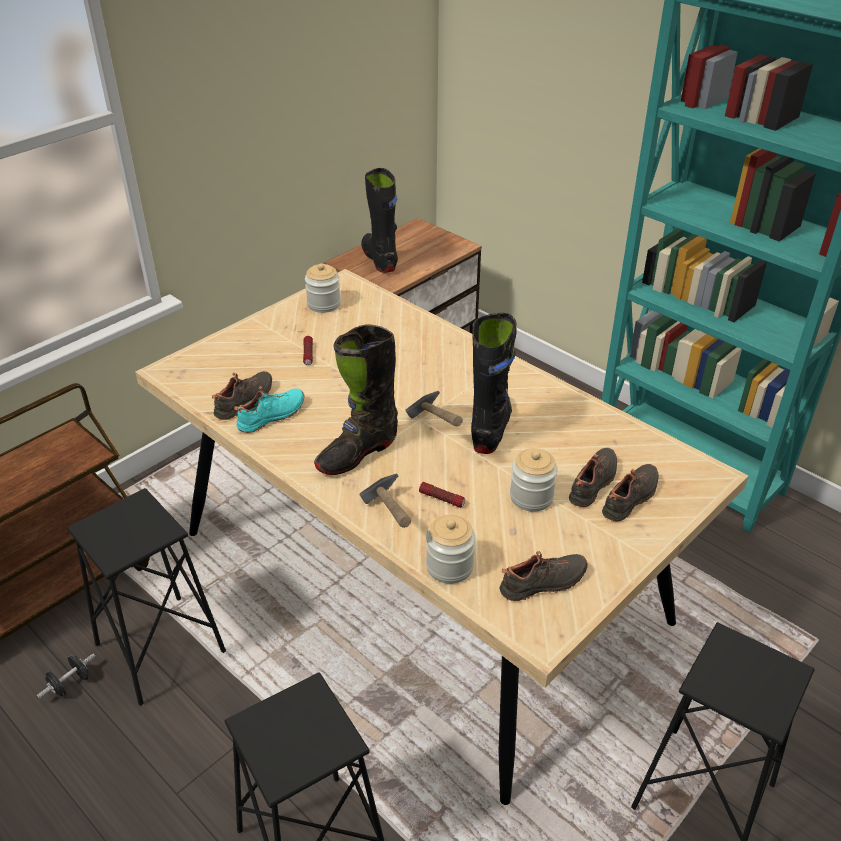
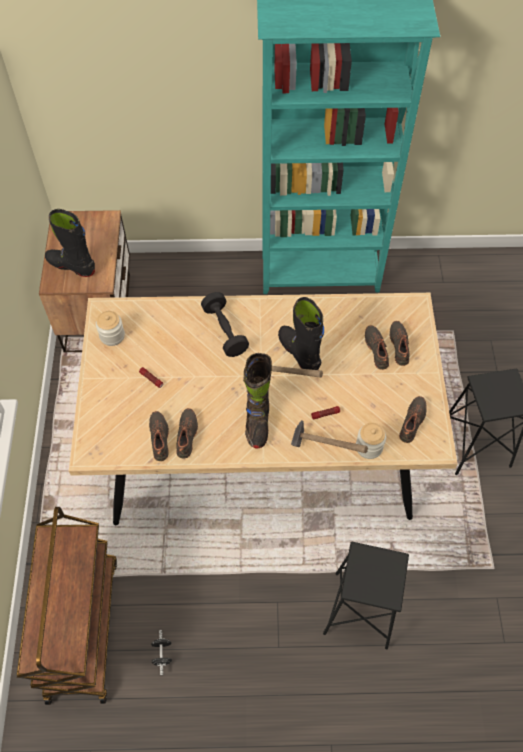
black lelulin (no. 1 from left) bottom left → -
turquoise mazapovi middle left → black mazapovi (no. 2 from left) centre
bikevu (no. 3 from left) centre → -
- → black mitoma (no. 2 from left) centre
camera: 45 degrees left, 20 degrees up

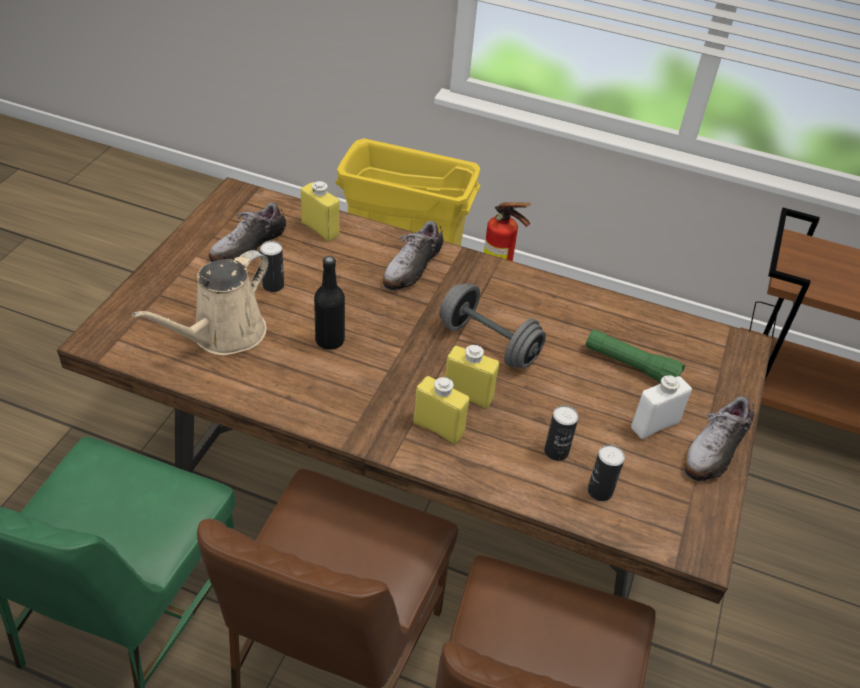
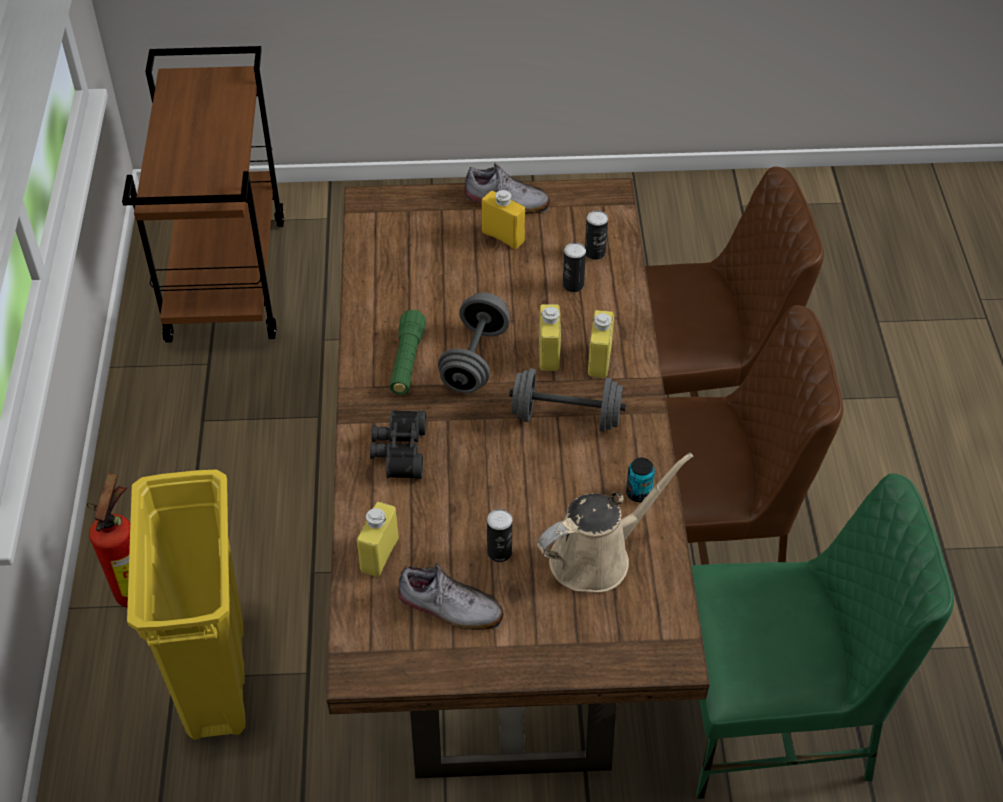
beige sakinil middle left → beige sakinil centre, 45 degrees counterclockwise
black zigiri centre → -
mazapovi (no. 2 from left) centre → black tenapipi centre
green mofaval middle right → green mofaval centre, relocated
white zigiri middle right → yellow zigiri (no. 2 from left) top centre
- → grey mitoma (no. 2 from left) centre
- → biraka (no. 4 from left) centre
camera: 110 degrees left, 5 degrees up

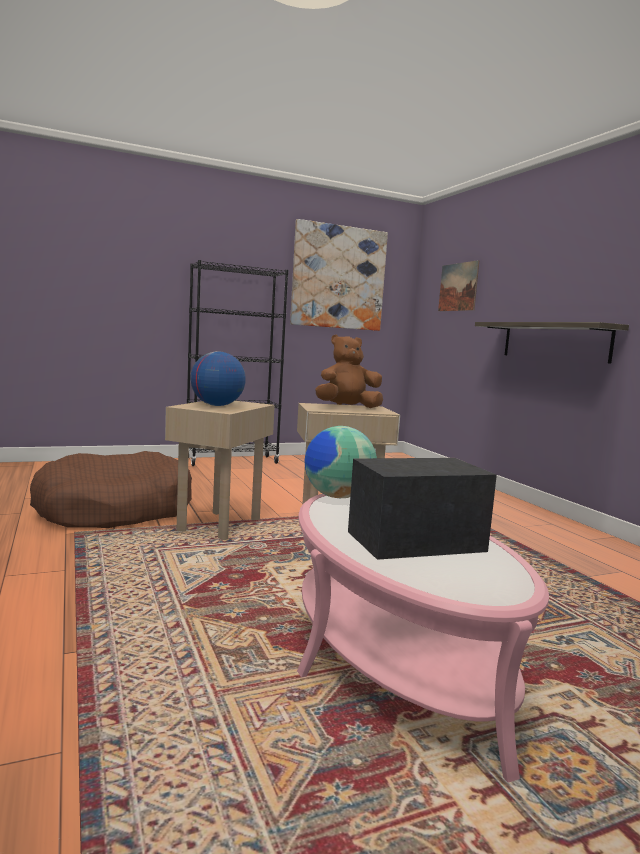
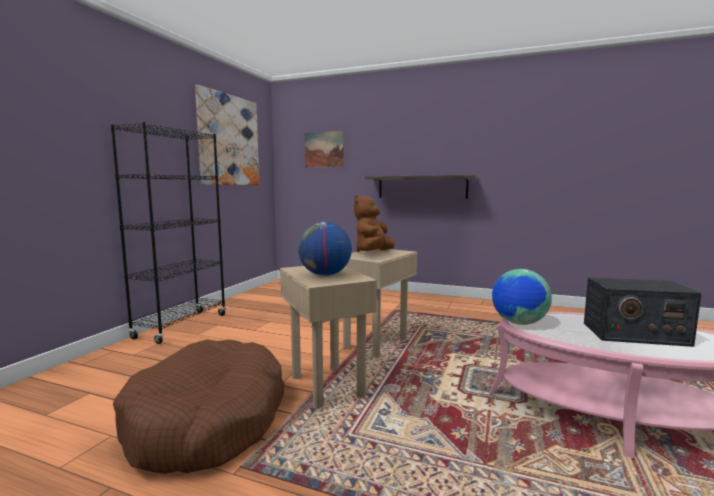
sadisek centre → sadisek middle right, 105 degrees counterclockwise
camera: 45 degrees left, 0 degrees up

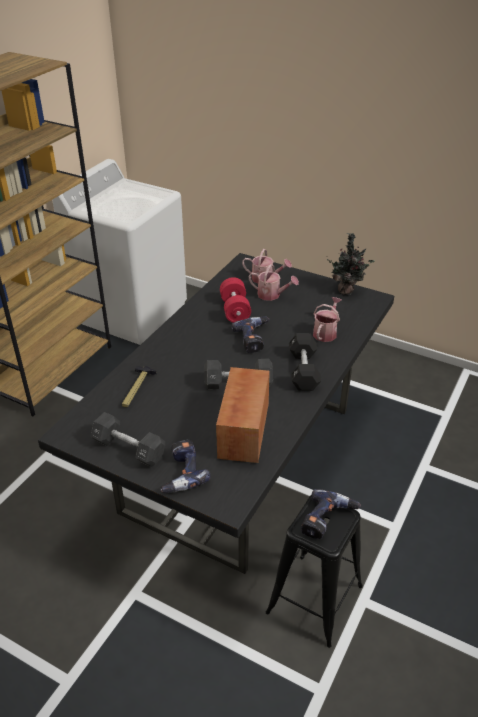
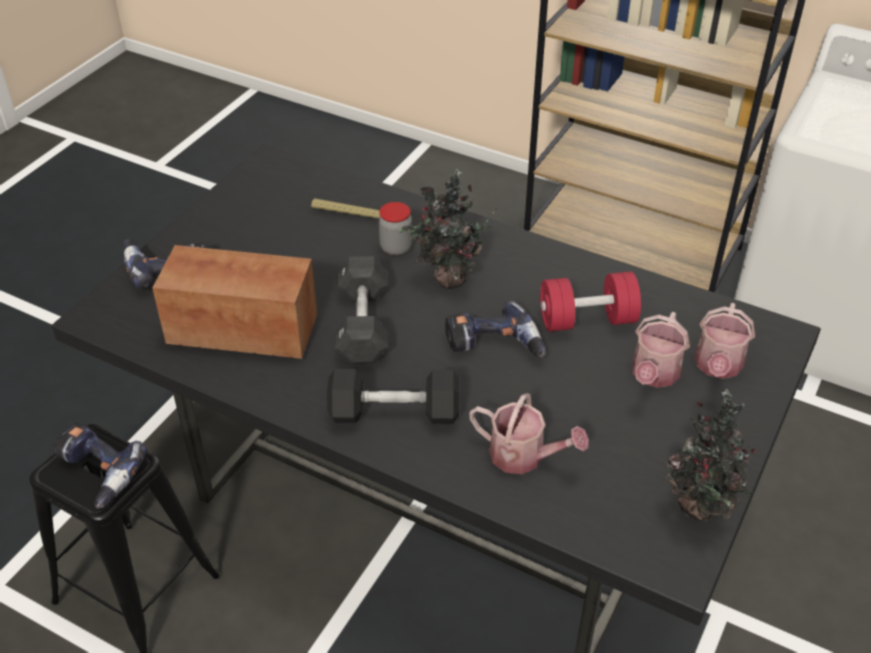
black mitoma (no. 1 from left) middle left → -
- → bikevu centre
- → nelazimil (no. 1 from left) centre
camera: 90 degrees right, 5 degrees up

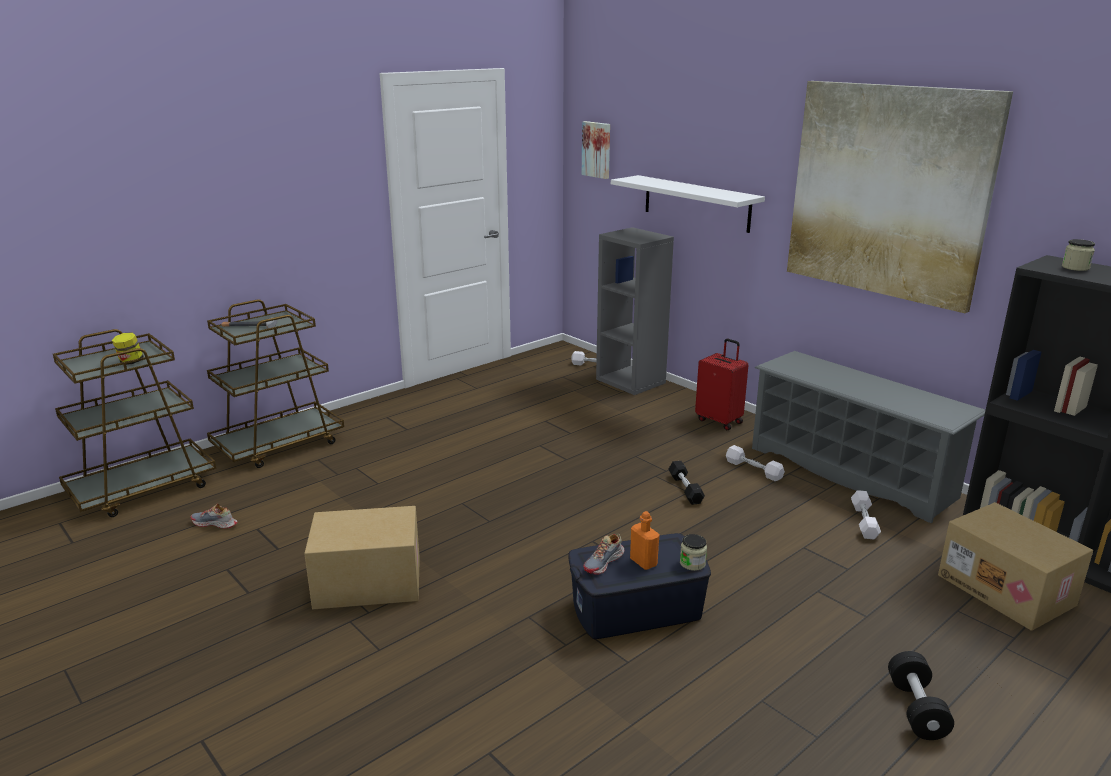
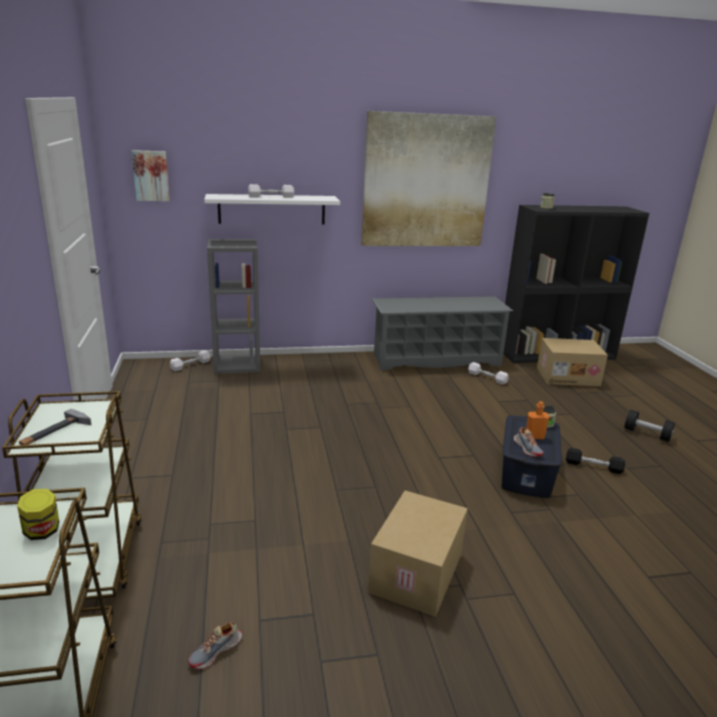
black mitoma (no. 1 from left) centre → black mitoma (no. 1 from left) middle right, relocated
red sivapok centre → -
white mitoma (no. 2 from left) middle right → white mitoma (no. 2 from left) top centre, relocated
camera: 60 degrees left, 0 degrees up

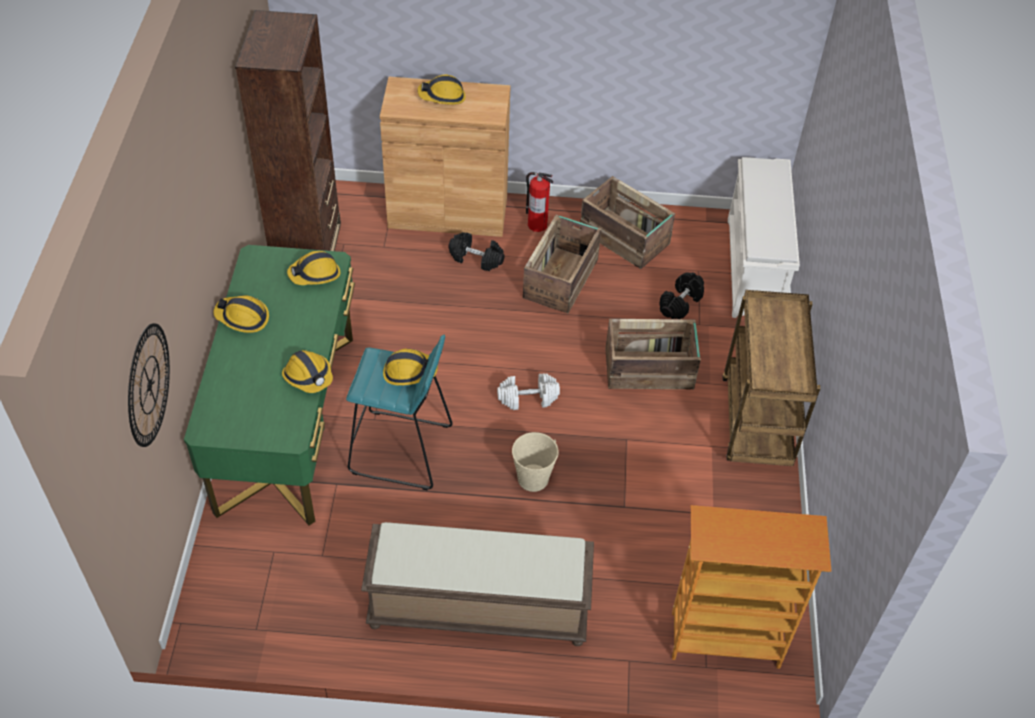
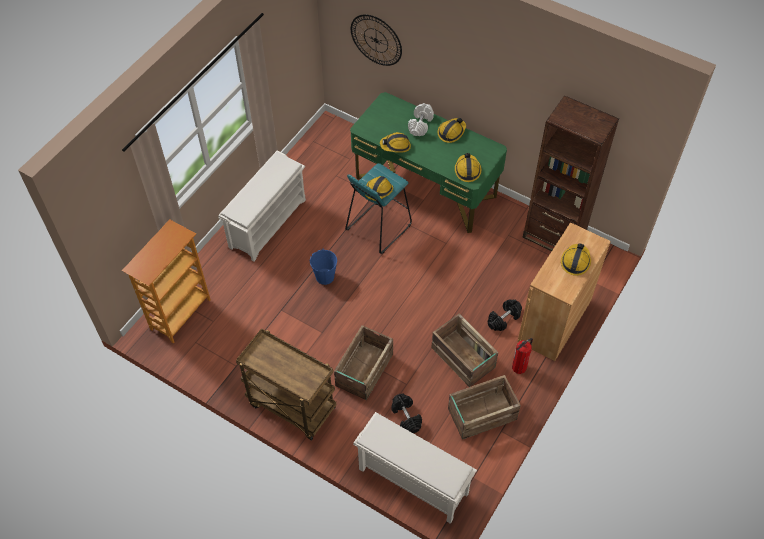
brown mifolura bottom centre → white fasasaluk (no. 1 from left) centre
white mitoma centre → white mitoma top centre, relocated
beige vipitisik centre → blue vipitisik centre
camera: 120 degrees right, 5 degrees up

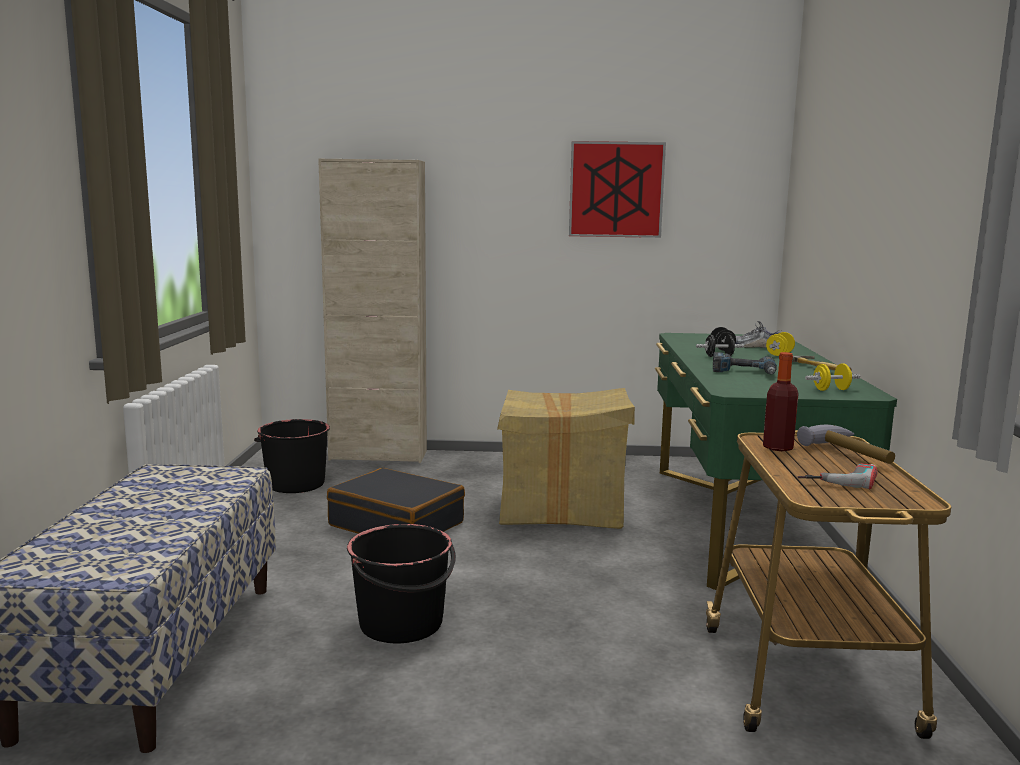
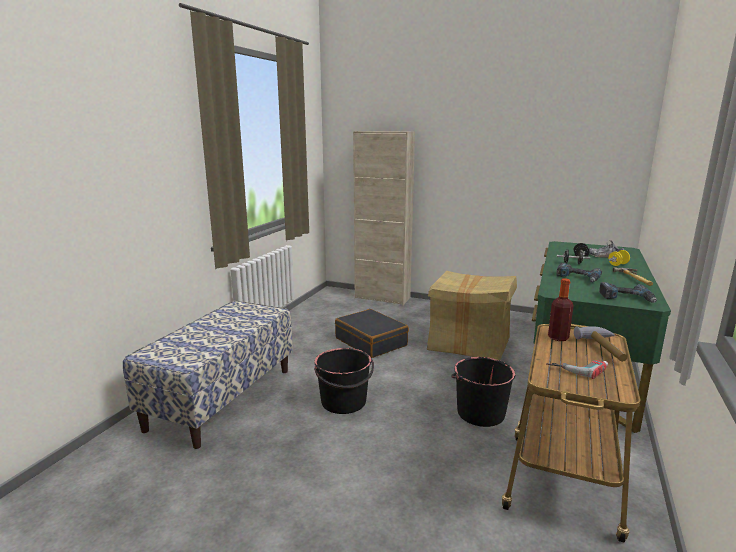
black vipitisik (no. 1 from left in the first image) middle left → black vipitisik (no. 2 from left) bottom centre, relocated
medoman top centre → -
yellow mitoma (no. 2 from left) middle right → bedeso (no. 3 from left) middle right
camera: 20 degrees right, 5 degrees up

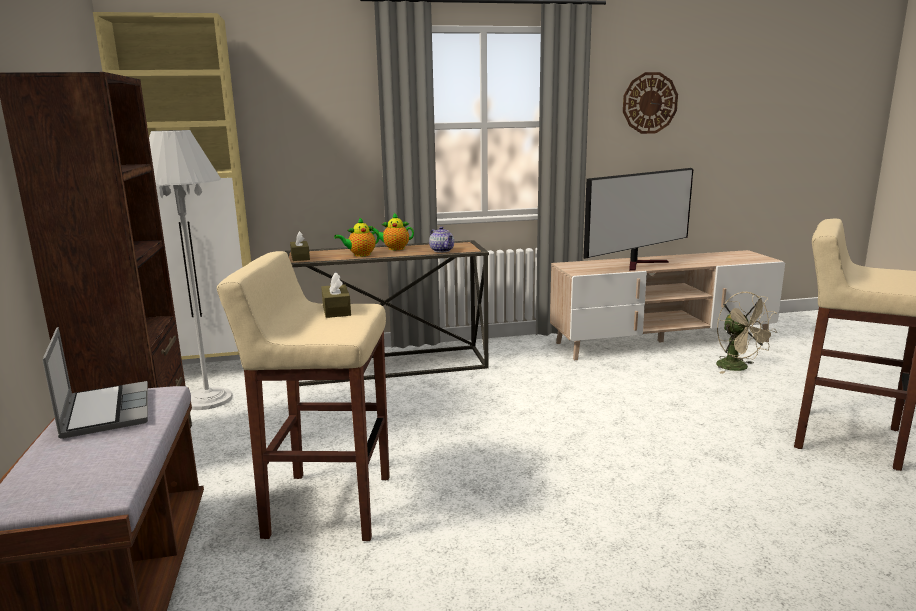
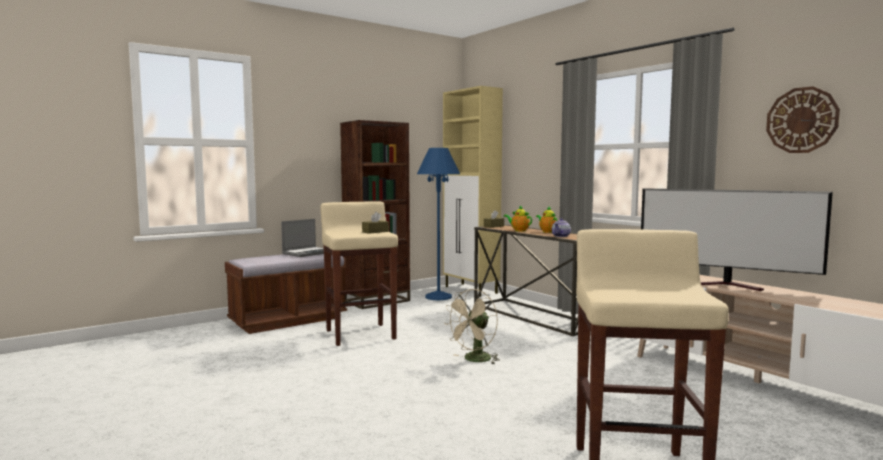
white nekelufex middle left → blue nekelufex centre
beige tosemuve middle right → beige tosemuve bottom centre, relocated
camera: 65 degrees right, 10 degrees down

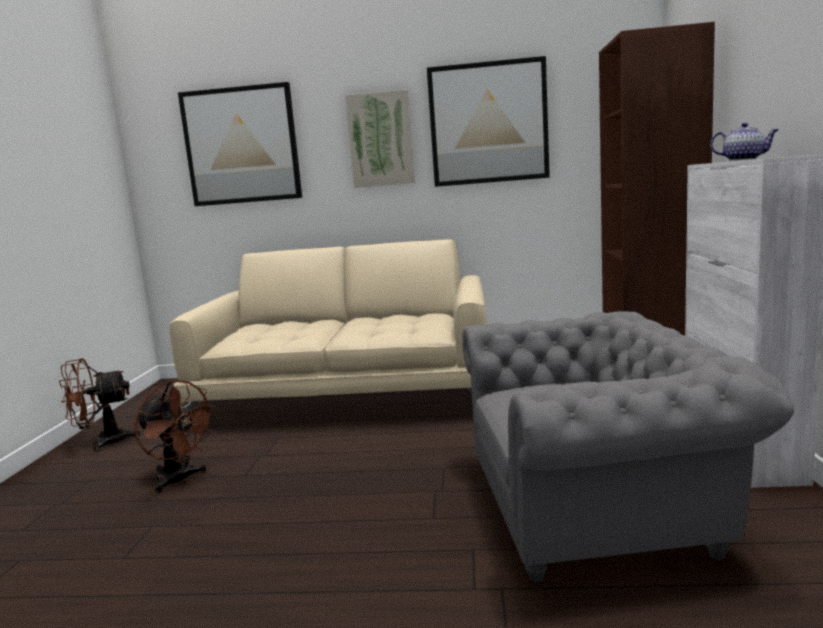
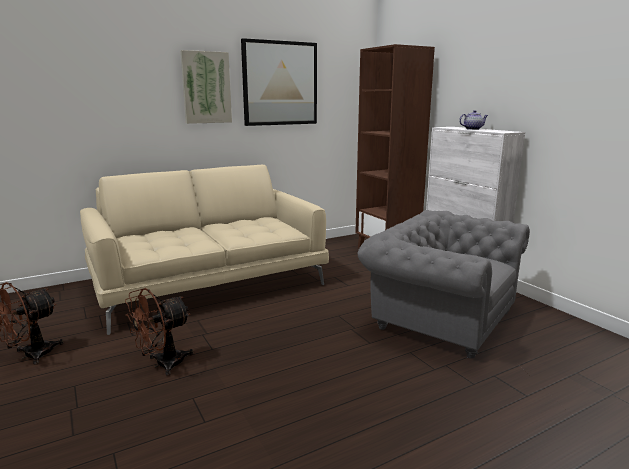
brown tosemuve (no. 2 from left) bottom left, 135 degrees clockwise
medoman (no. 1 from left) top left → -
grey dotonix bottom right → grey dotonix middle right, 105 degrees counterclockwise
camera: 35 degrees left, 5 degrees up

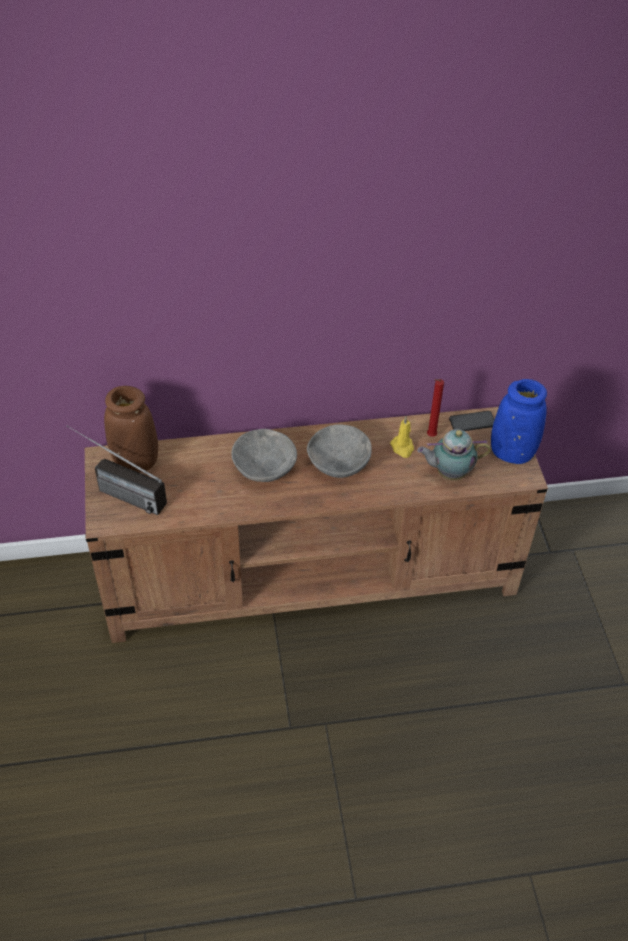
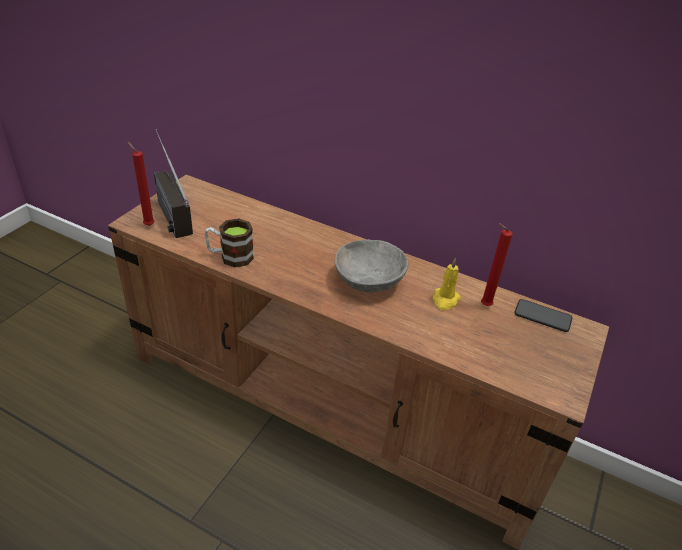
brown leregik middle left → -
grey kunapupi (no. 1 from left) centre → -
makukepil middle right → -
blue leregik middle right → -
- → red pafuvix (no. 1 from left) middle left
- → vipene centre
camera: 35 degrees right, 10 degrees down

